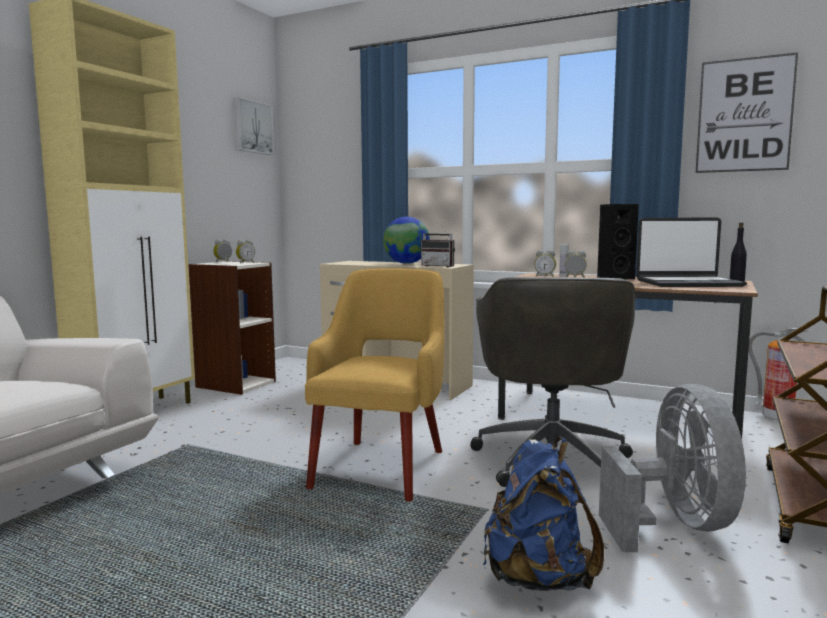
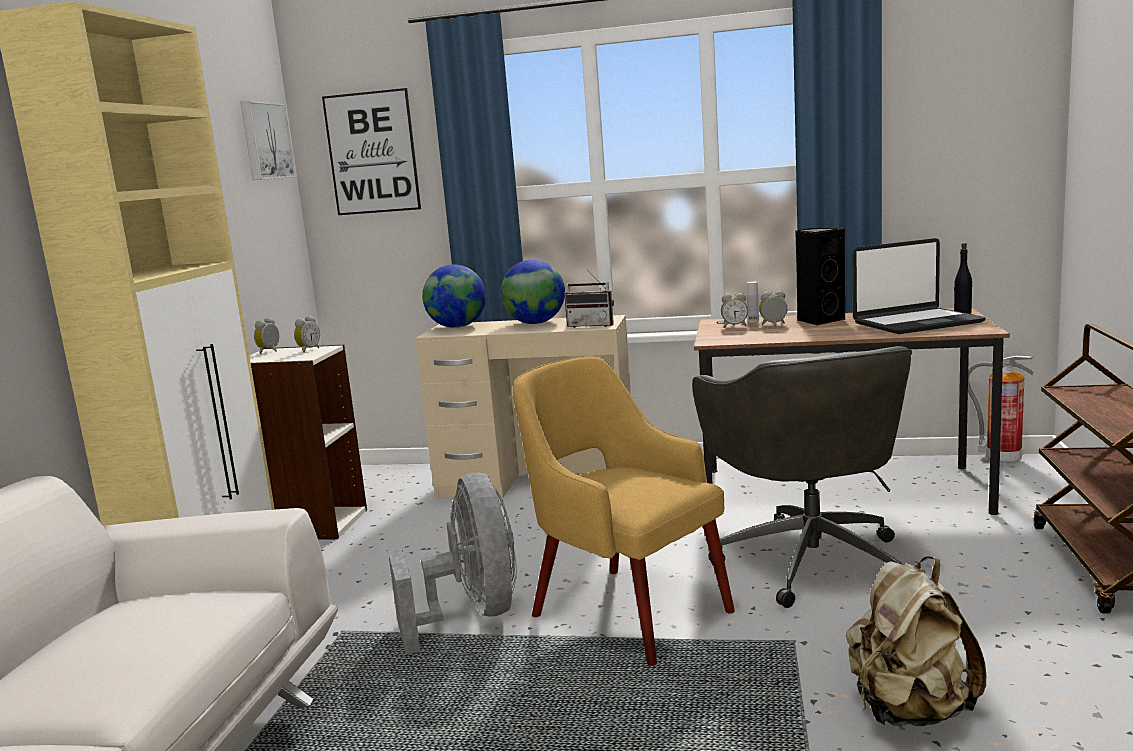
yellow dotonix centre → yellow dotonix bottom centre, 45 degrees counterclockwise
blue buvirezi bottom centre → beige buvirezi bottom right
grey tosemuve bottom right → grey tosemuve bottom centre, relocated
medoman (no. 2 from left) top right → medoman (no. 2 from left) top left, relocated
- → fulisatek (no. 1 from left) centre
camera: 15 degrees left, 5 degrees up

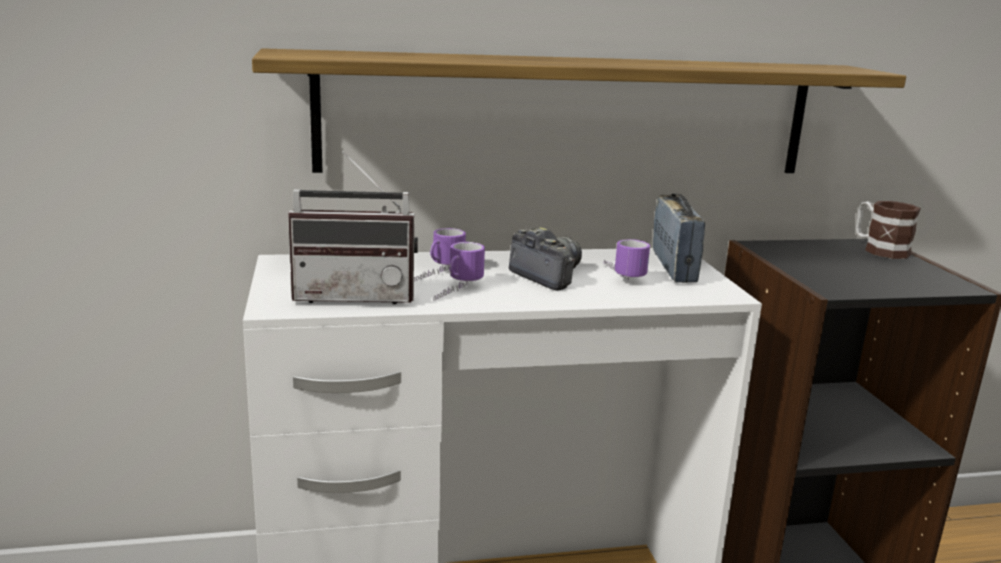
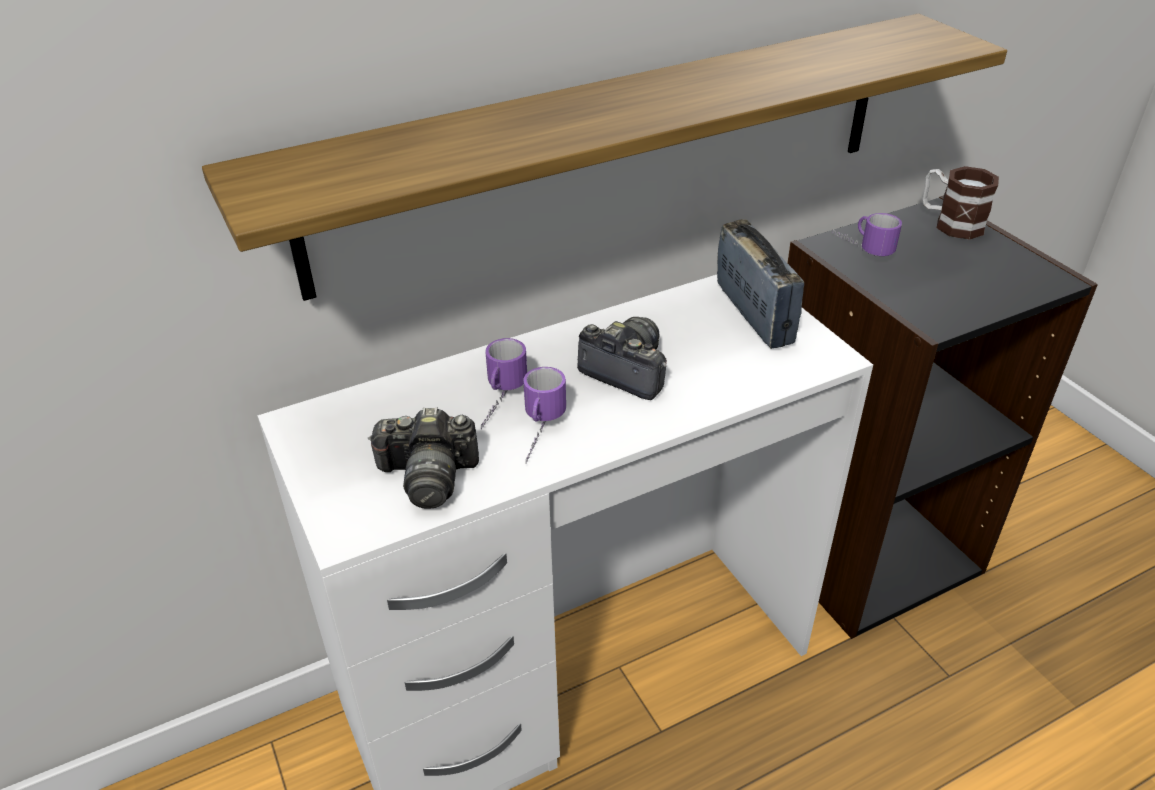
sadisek (no. 1 from left) centre → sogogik (no. 1 from left) centre
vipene (no. 3 from left) centre → vipene (no. 3 from left) top right, relocated
camera: 15 degrees left, 20 degrees up

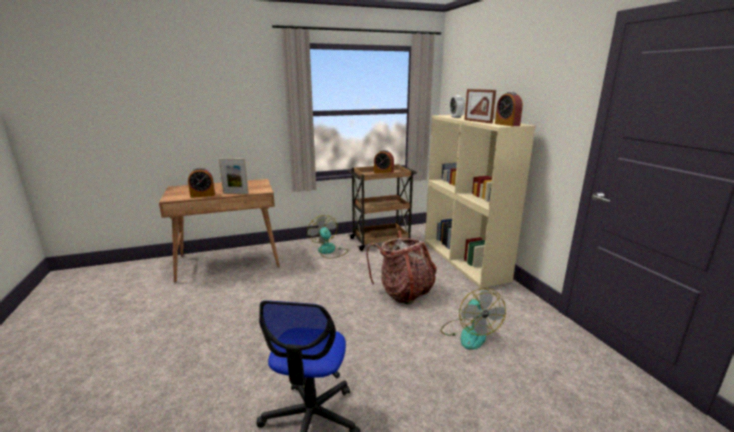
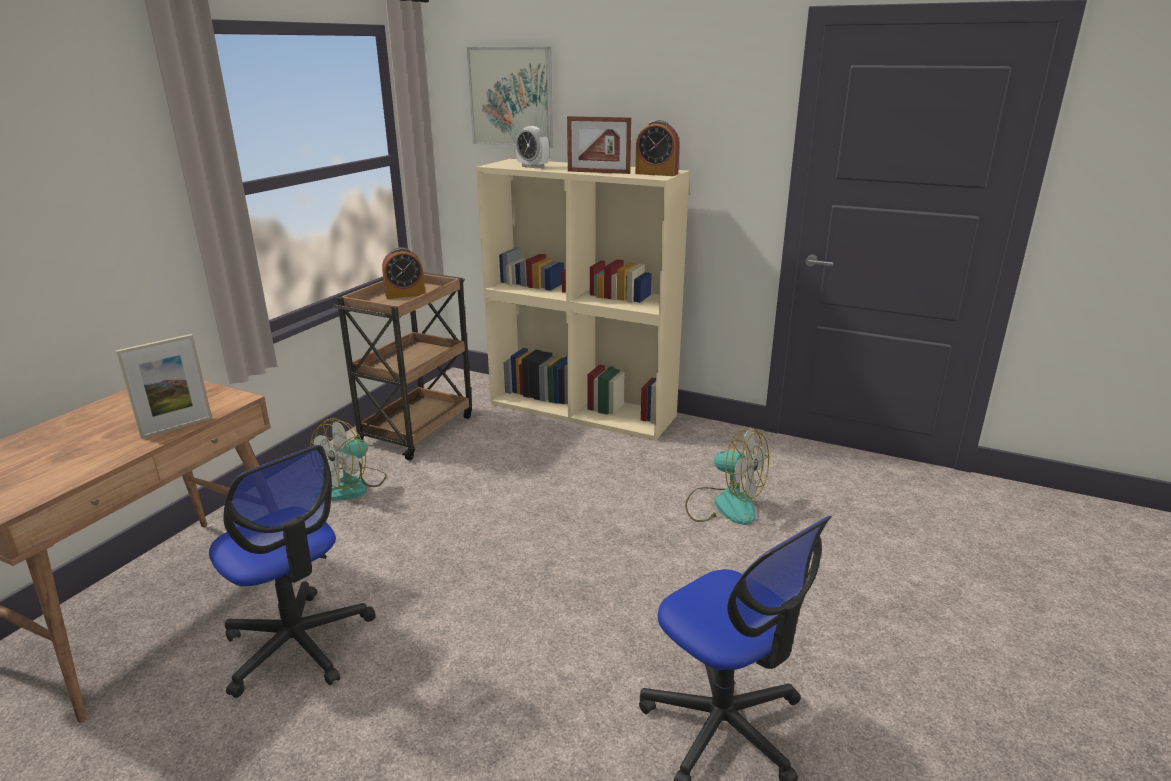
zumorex (no. 1 from left) middle left → -
tosemuve (no. 1 from left) centre → tosemuve (no. 1 from left) middle left, 75 degrees counterclockwise
buvirezi centre → -
- → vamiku (no. 1 from left) bottom left
- → medoman top centre
camera: 45 degrees left, 5 degrees up

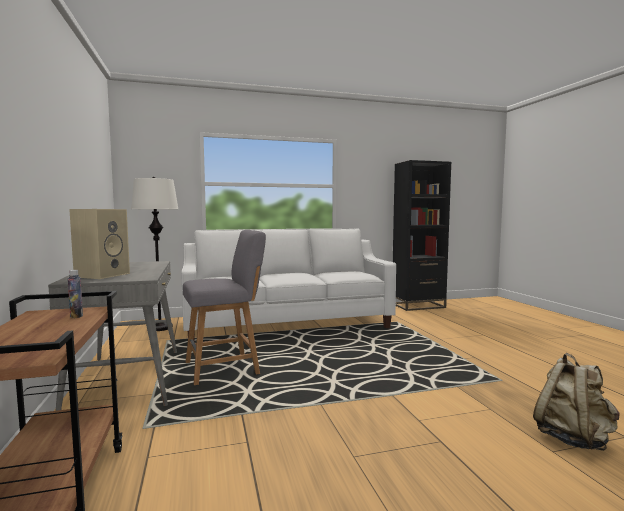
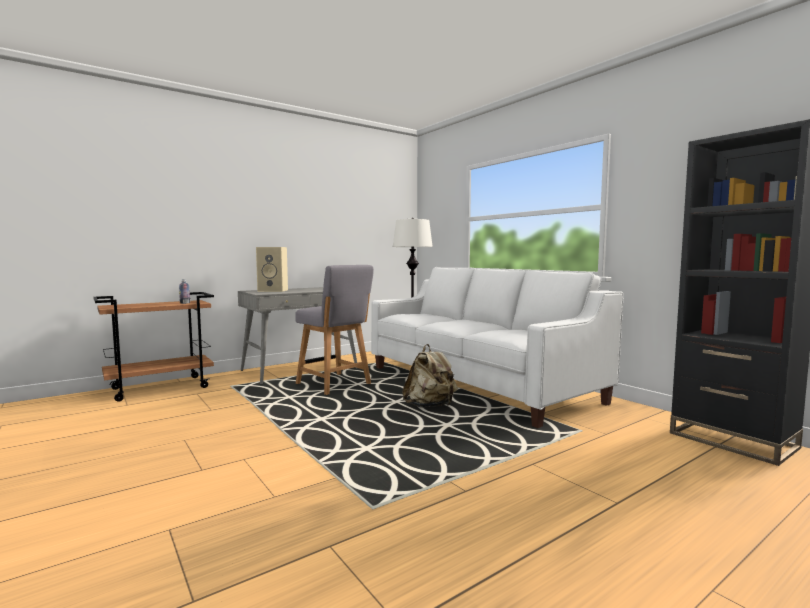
beige buvirezi bottom right → beige buvirezi centre, relocated
camera: 70 degrees right, 0 degrees up

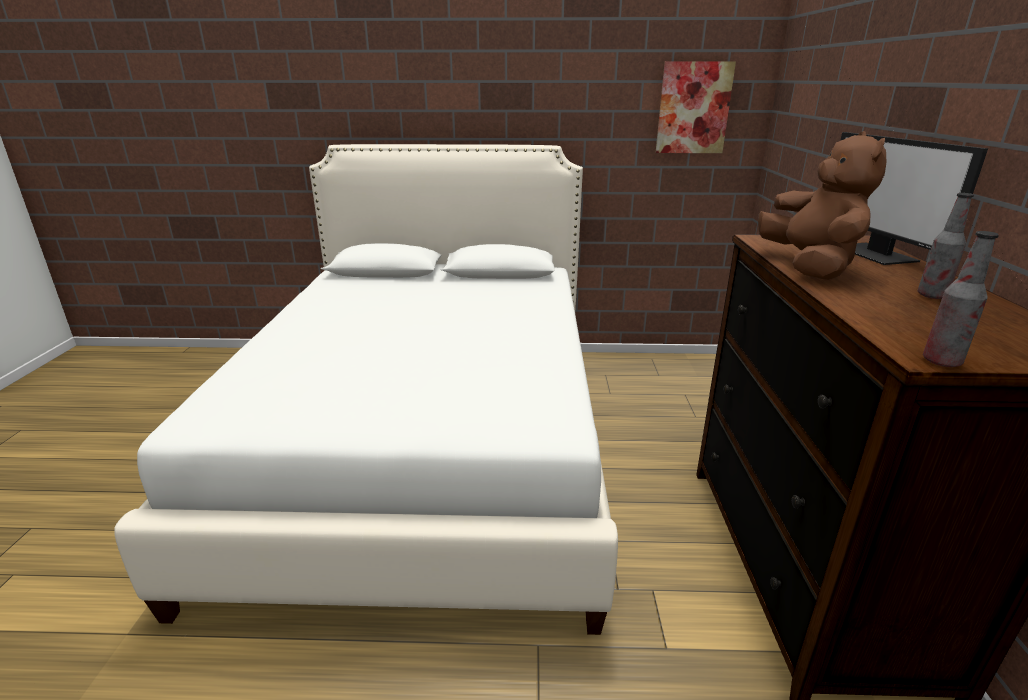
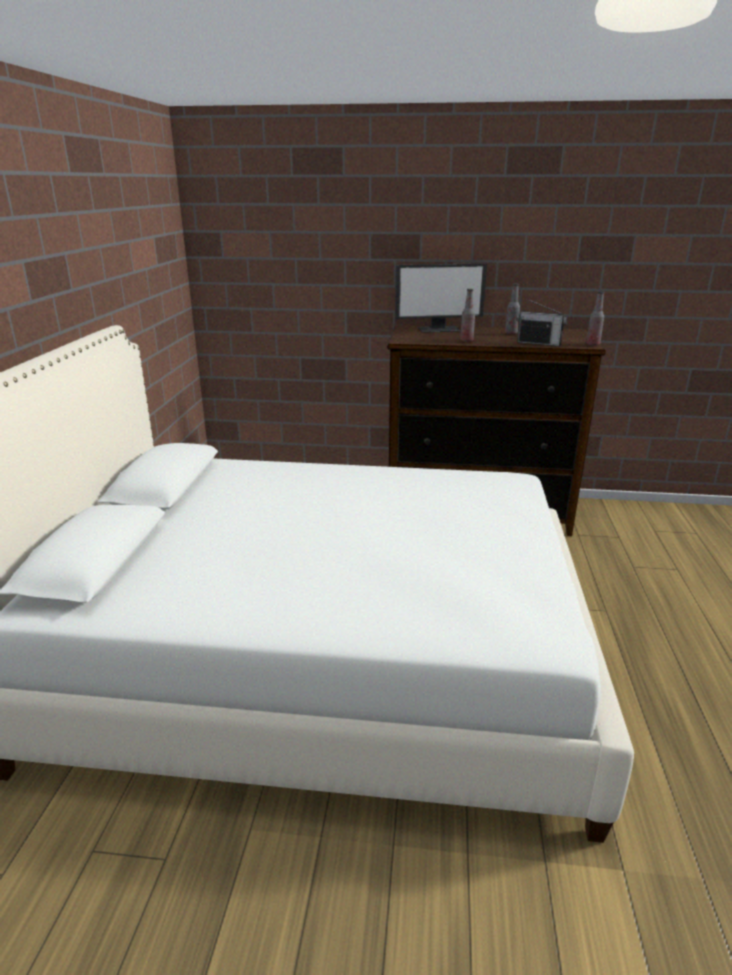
medoman top right → -
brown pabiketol top right → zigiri (no. 1 from left) top centre
- → sadisek top right
camera: 85 degrees left, 0 degrees up

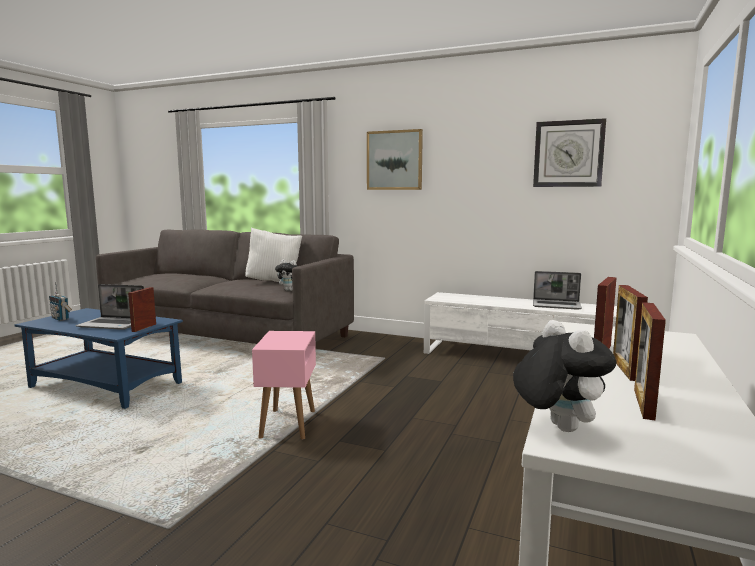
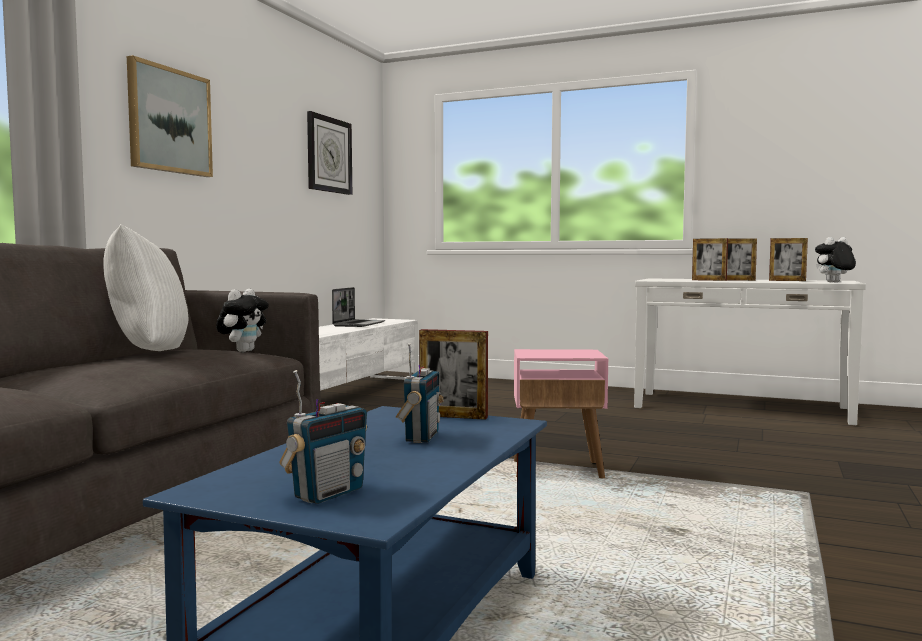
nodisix (no. 1 from left) middle left → sadisek (no. 2 from left) centre
camera: 90 degrees left, 5 degrees down

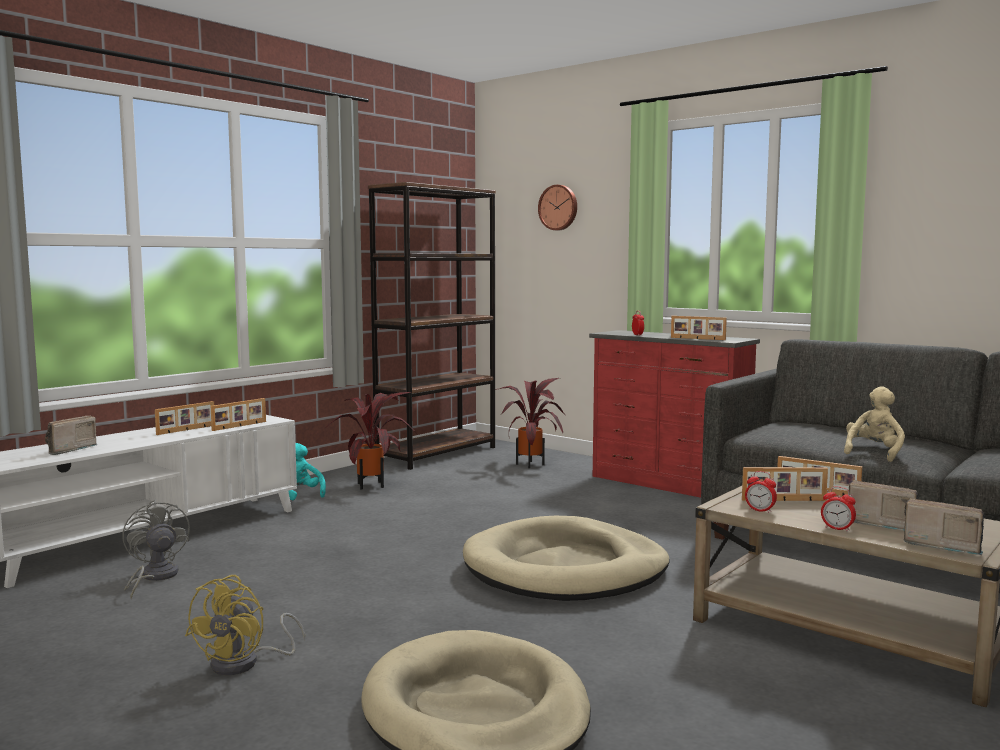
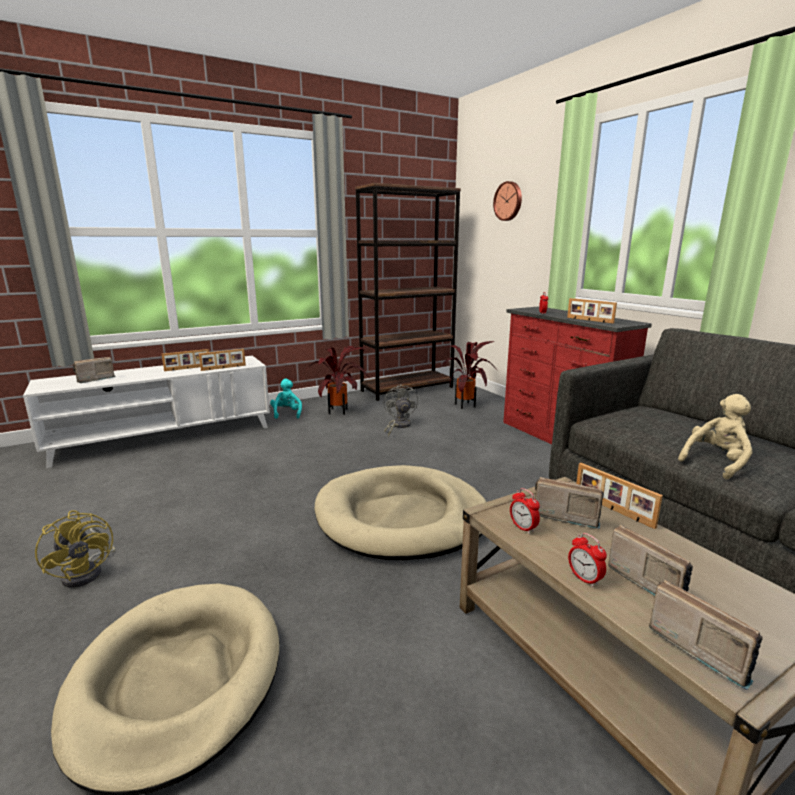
grey tosemuve bottom left → grey tosemuve centre, relocated
yellow tosemuve bottom left, 75 degrees counterclockwise
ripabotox (no. 4 from left) middle right → sadisek (no. 2 from left) middle right
camera: 20 degrees right, 10 degrees up

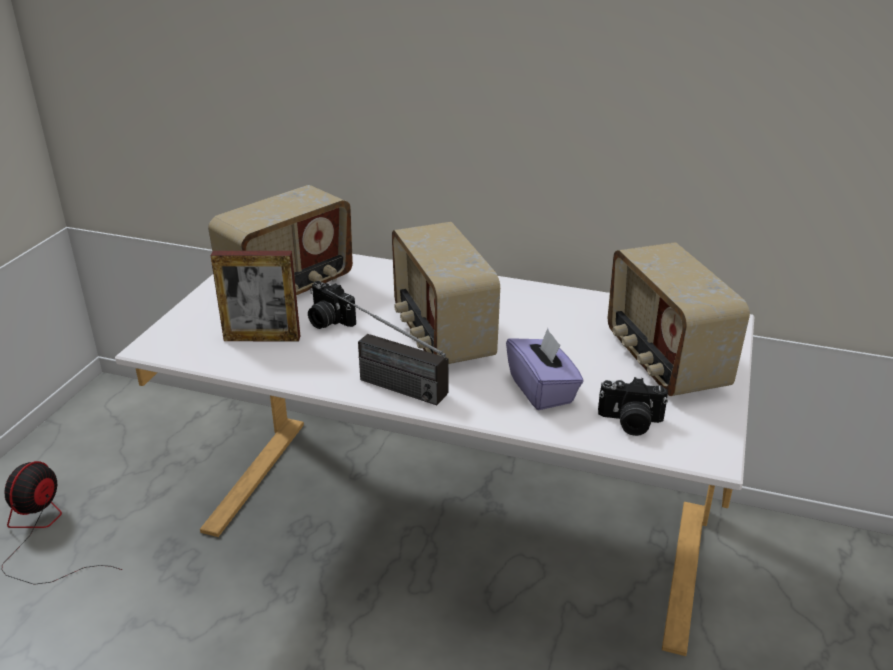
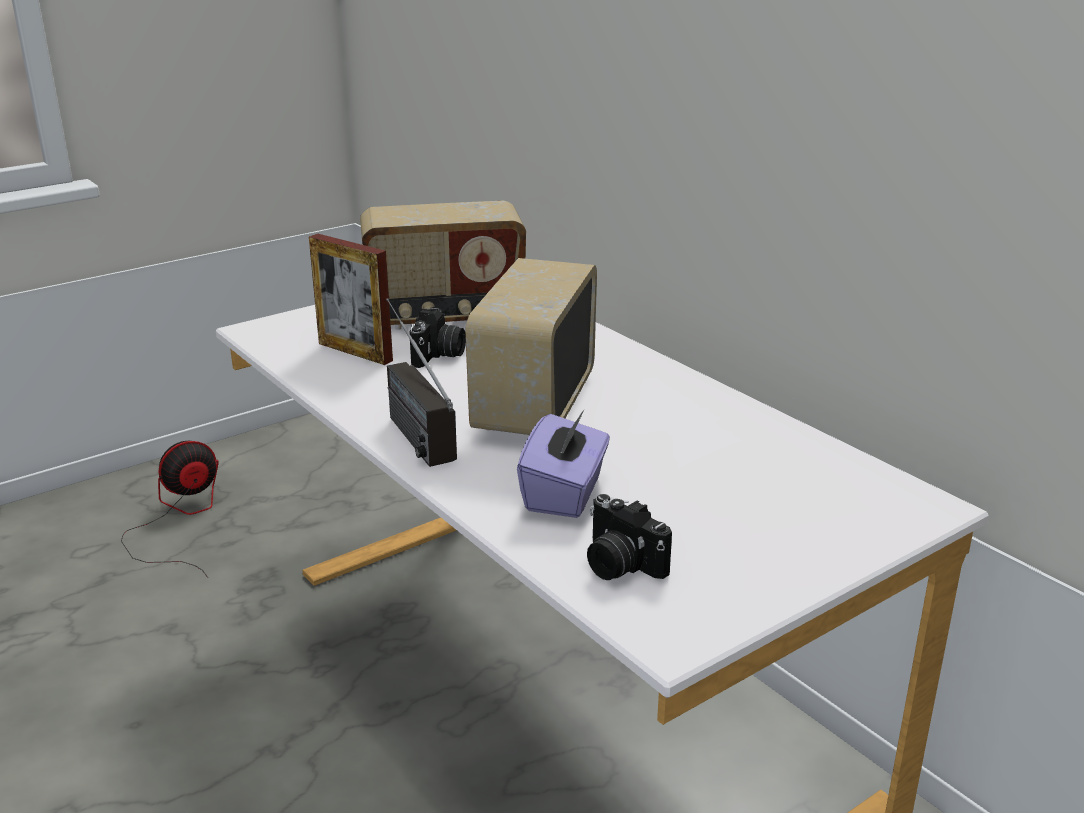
sogogik (no. 1 from left) centre, 150 degrees counterclockwise
sadisek (no. 4 from left) middle right → -
camera: 35 degrees right, 5 degrees down

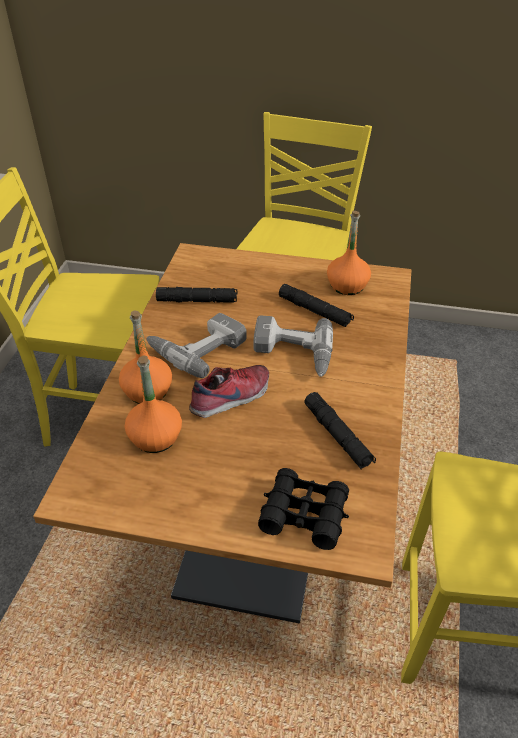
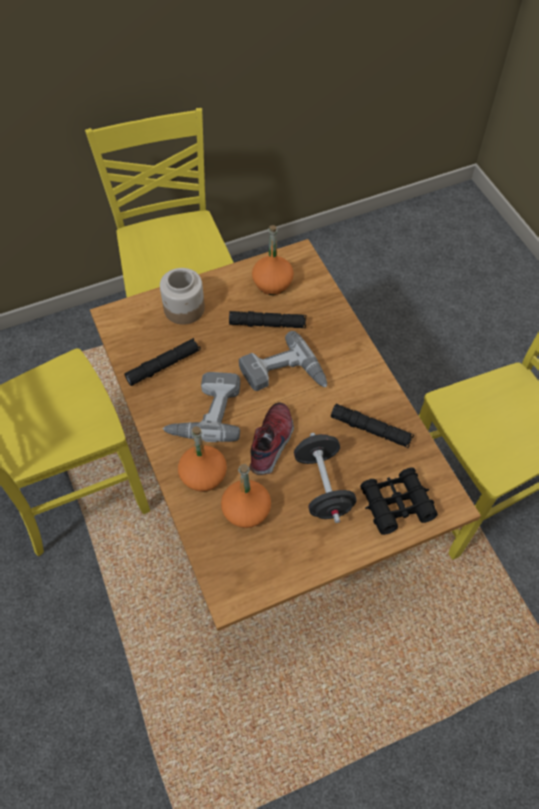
- → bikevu centre
- → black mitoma centre
camera: 35 degrees left, 15 degrees up

